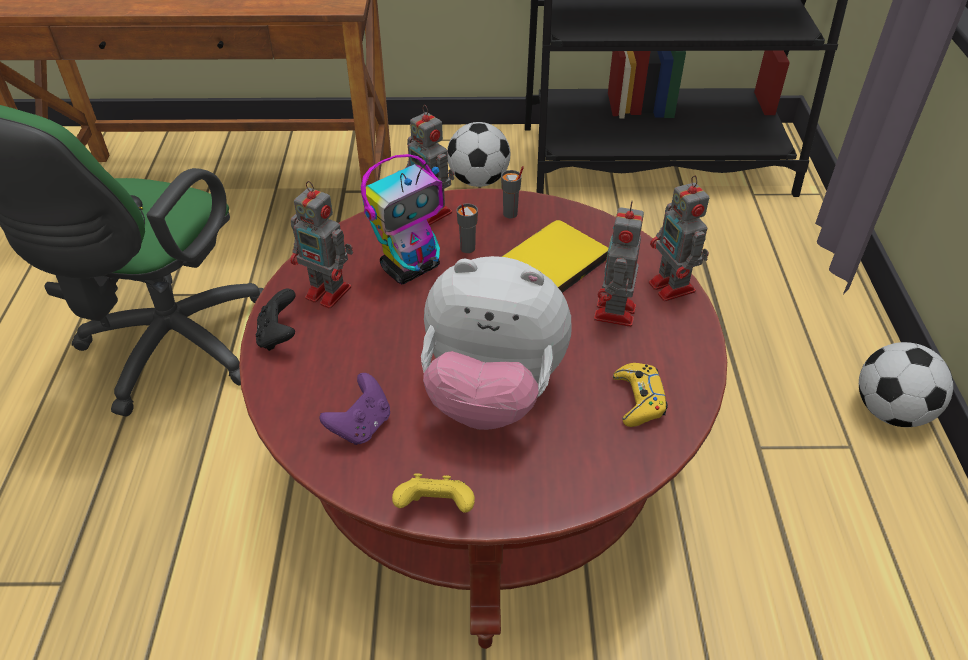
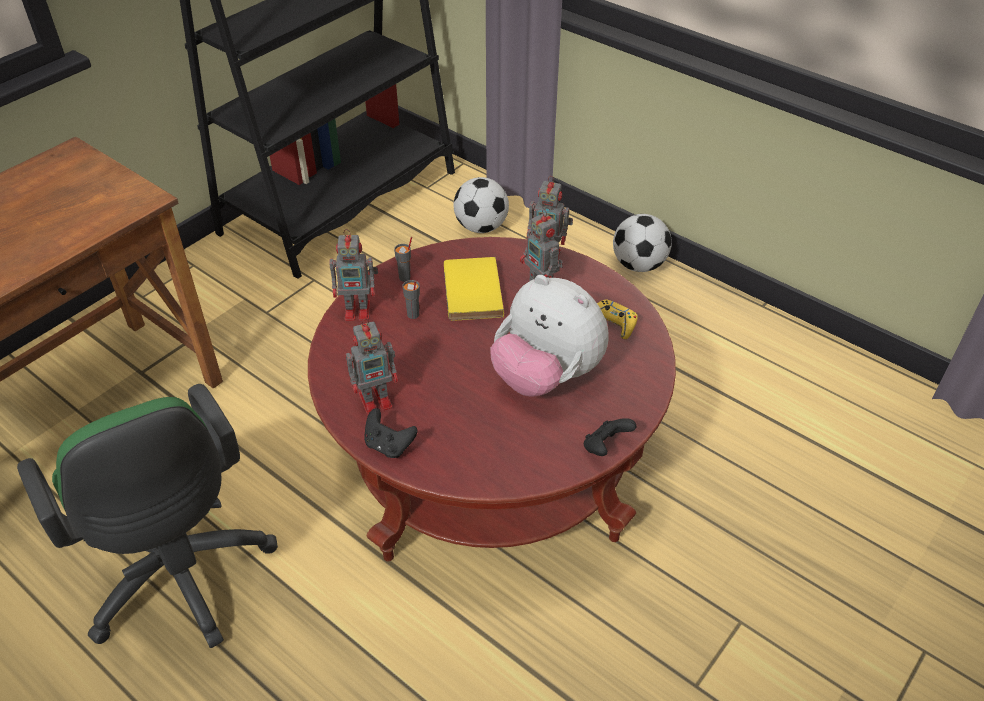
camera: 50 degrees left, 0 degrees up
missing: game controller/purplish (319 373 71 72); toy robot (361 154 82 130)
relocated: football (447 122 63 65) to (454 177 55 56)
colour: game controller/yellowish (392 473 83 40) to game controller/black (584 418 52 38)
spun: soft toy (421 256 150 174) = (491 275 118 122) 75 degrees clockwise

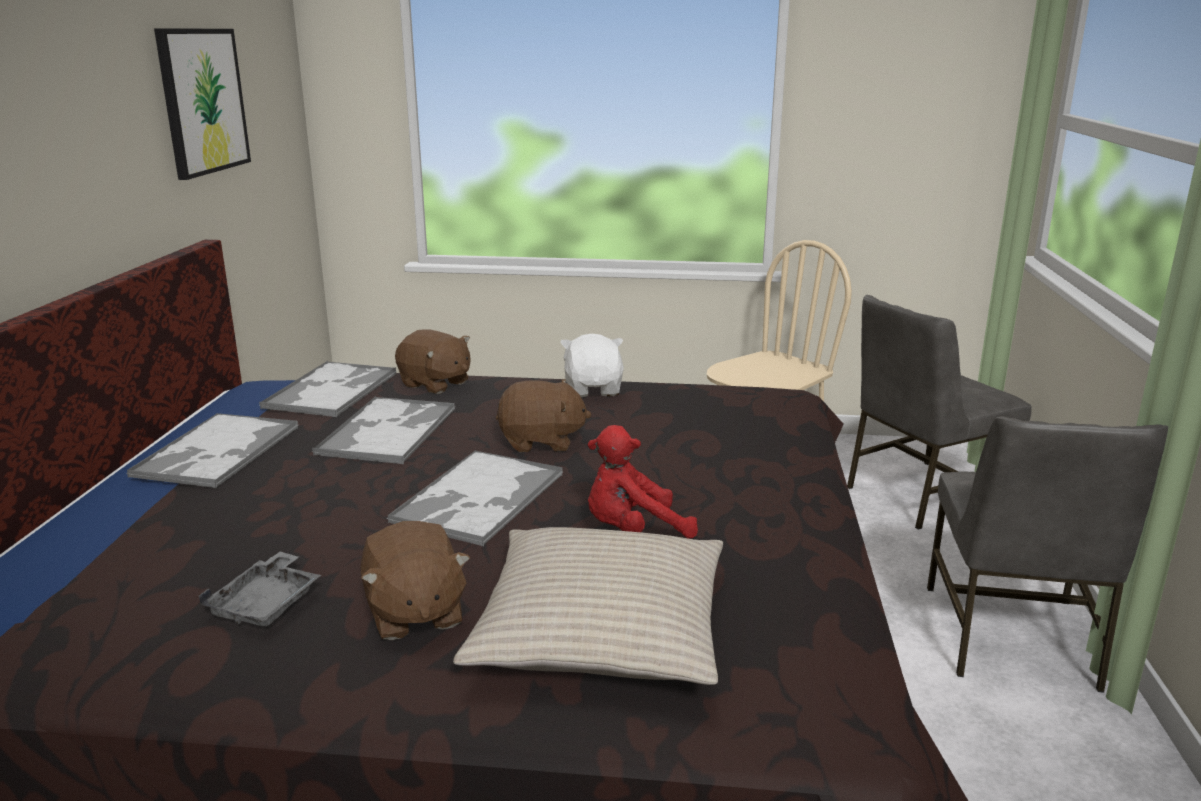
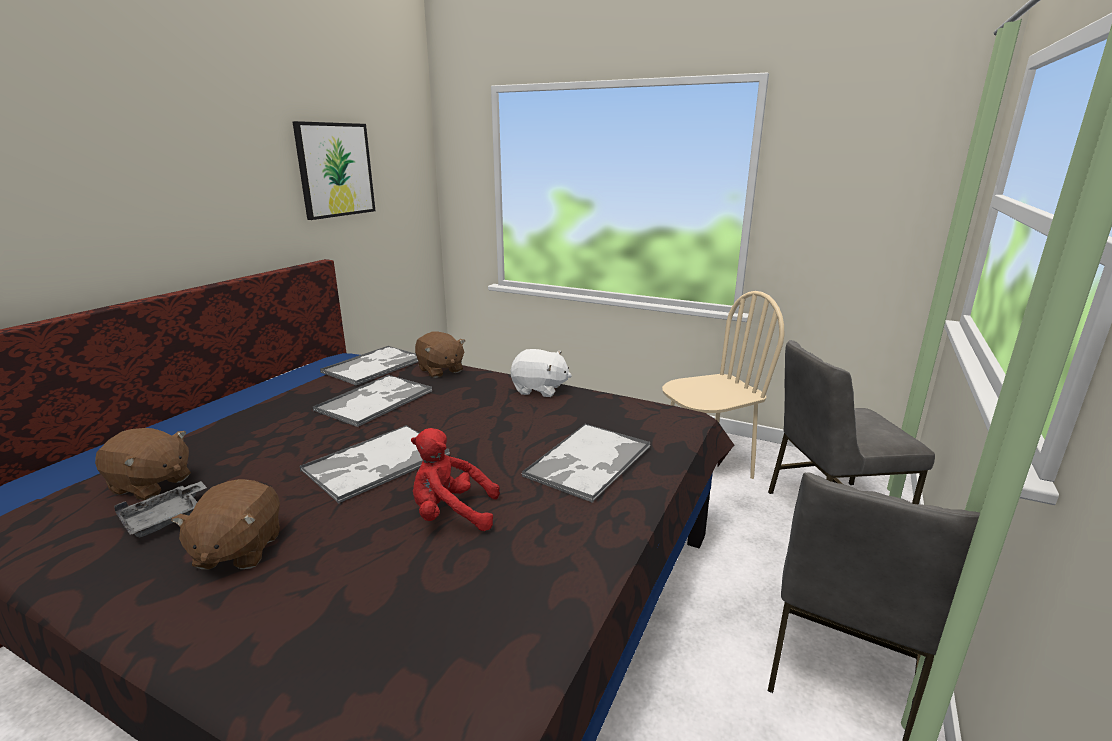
camera: 20 degrees right, 0 degrees up
missing: cushion/sand-coloured (453 527 270 158)
relocated: soft toy/brown (496 379 95 73) to (95 428 96 72); tray (126 413 172 75) to (521 423 130 80)
spun: soft toy/white (560 334 64 63) = (511 349 61 48) 90 degrees clockwise

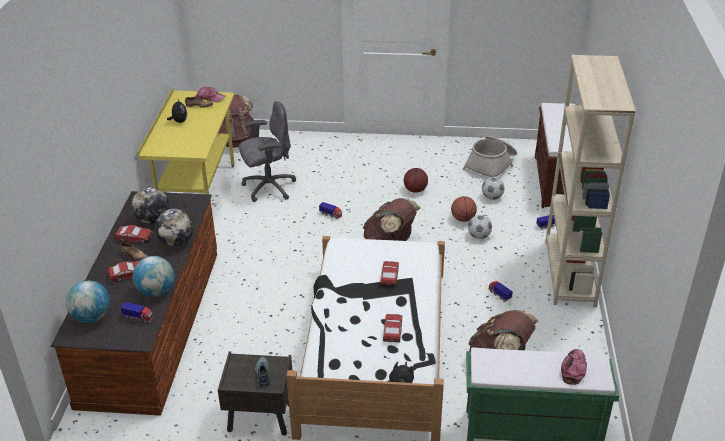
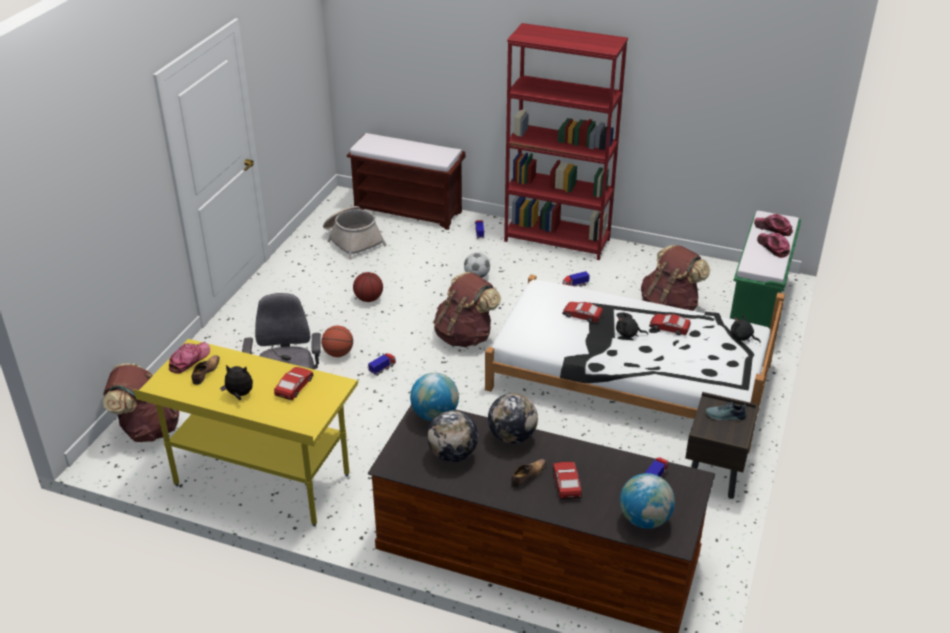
camera: 75 degrees left, 0 degrees up
missing: football (482 177 23 23)
appeared: soft toy/black (616 312 32 26); peaked cap (757 233 33 25)
relocated: miniature car (115 225 38 19) to (274 367 39 33); ball for basketball (451 196 26 26) to (322 326 31 31); desk globe (133 256 41 41) to (410 373 49 48)
colour: bookshelf/sand-coloured (545 55 91 252) to bookshelf/reddish (504 23 124 237)

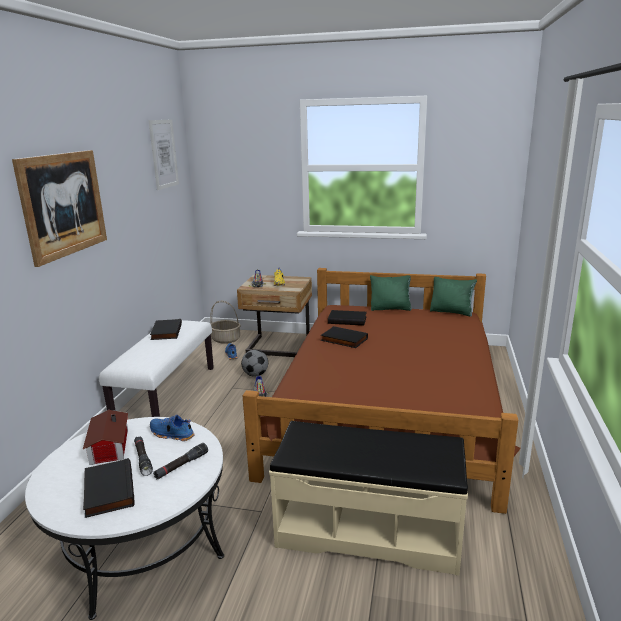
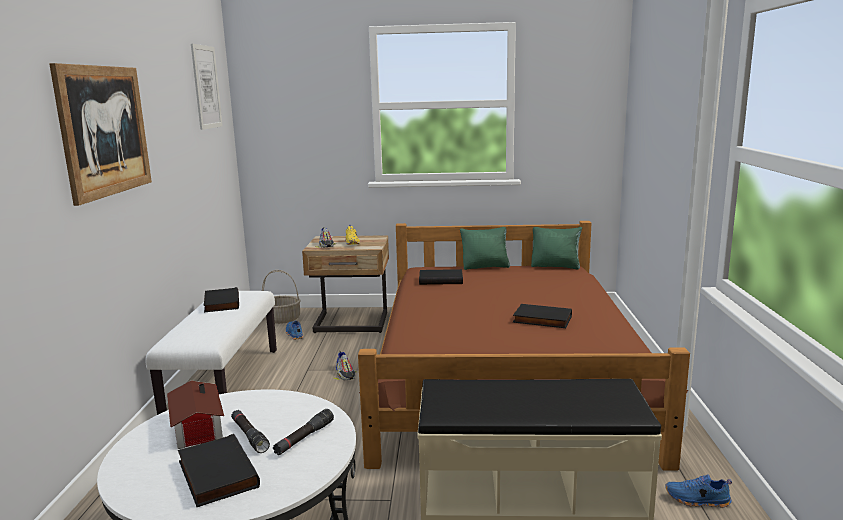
camera: 10 degrees left, 5 degrees down
missing: football (241 350 27 27)
relocated: bound book/black (321 326 47 22) to (513 304 59 24); low shoe/blue (150 415 45 26) to (665 474 67 34)

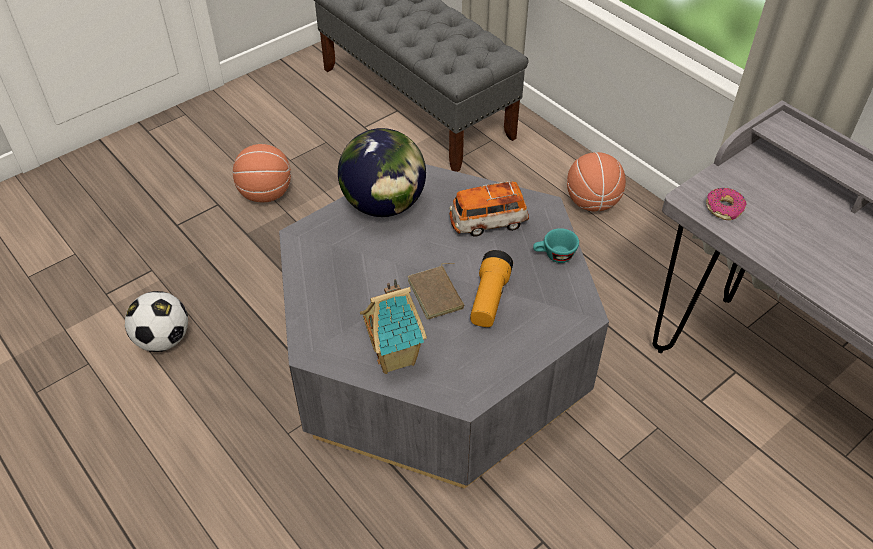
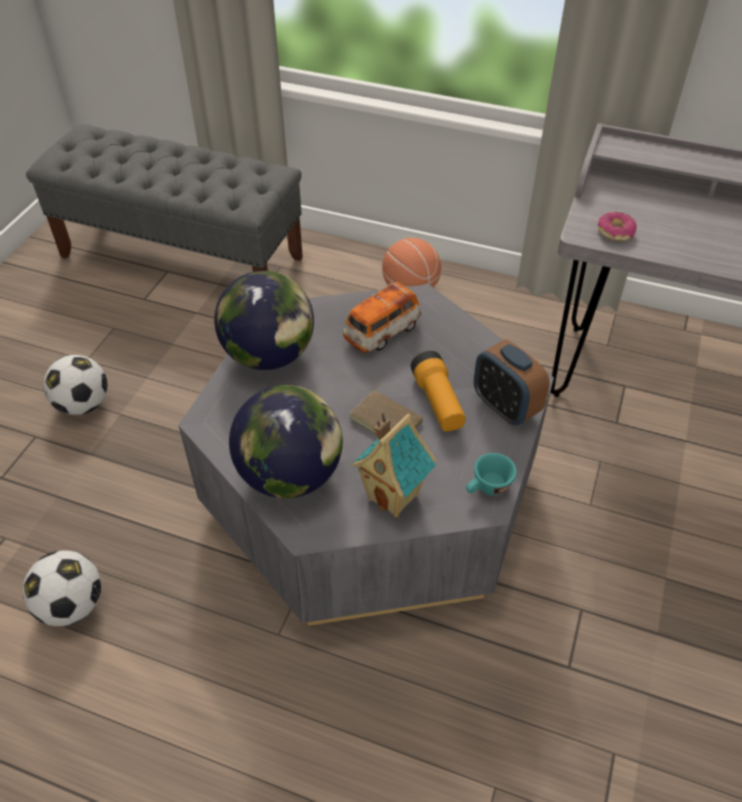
camera: 30 degrees left, 0 degrees up
appeared: desk globe (229 385 114 113); alarm clock (474 340 76 86)
relocated: small cup/turquoise (533 228 46 35) to (466 453 51 43)
exchanged: ball for basketball (233 144 58 59) to football (43 355 65 60)

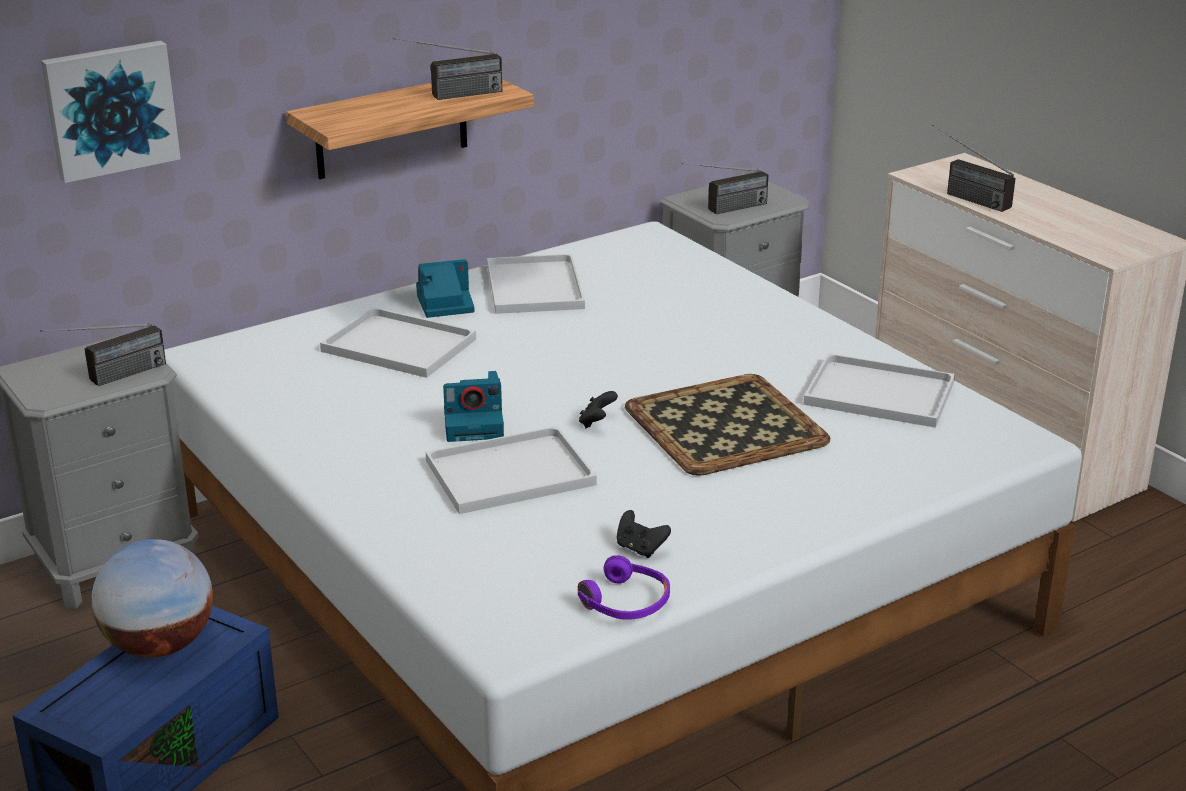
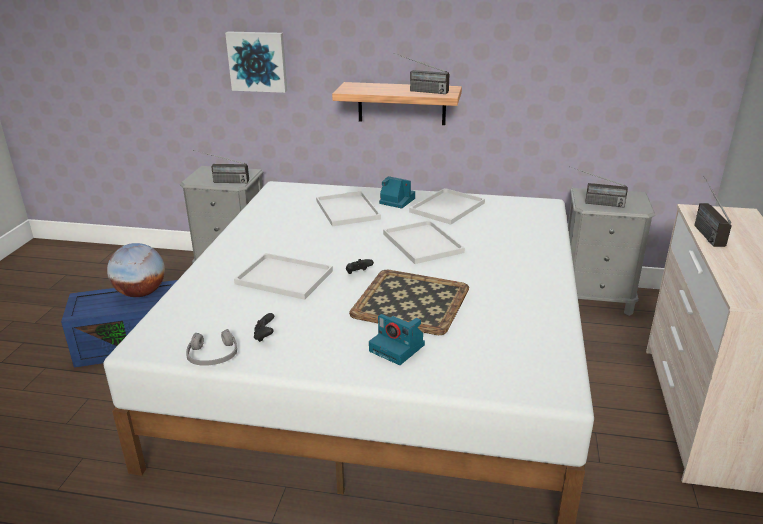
camera: 45 degrees right, 0 degrees up
relocated: still camera (443 371 61 71) to (369 314 56 51); tray/white (803 353 152 75) to (383 220 82 44)
colour: headphones/purplish (578 555 92 65) to headphones/greyish (186 329 51 37)

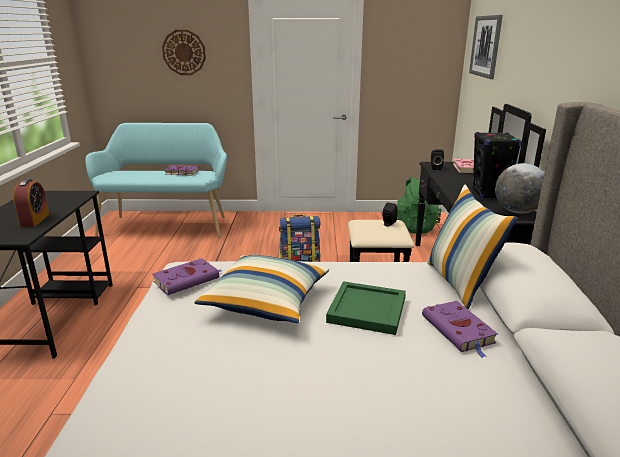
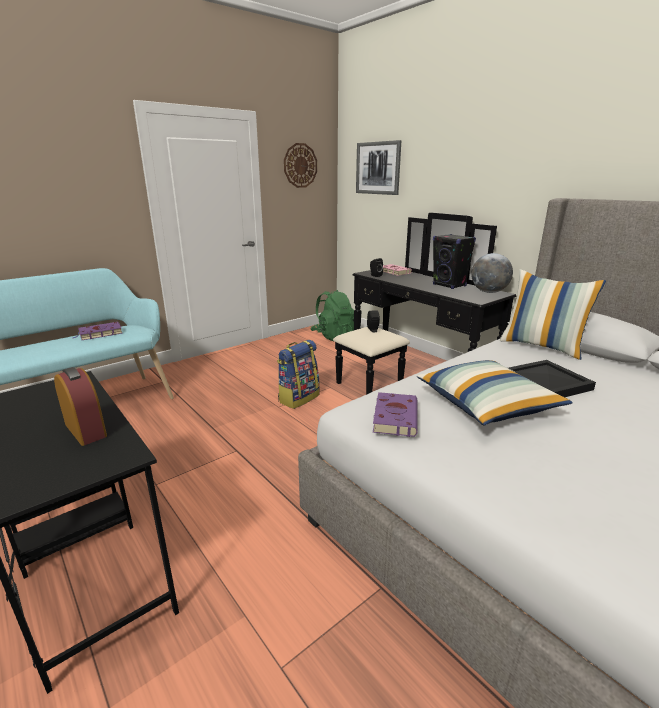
camera: 40 degrees left, 0 degrees up
missing: bound book/purplish (422 301 76 57)
relocated: wall clock (162 30 44 45) to (284 143 33 45)
colour: tray/green-coloured (326 281 80 54) to tray/black (508 360 88 37)

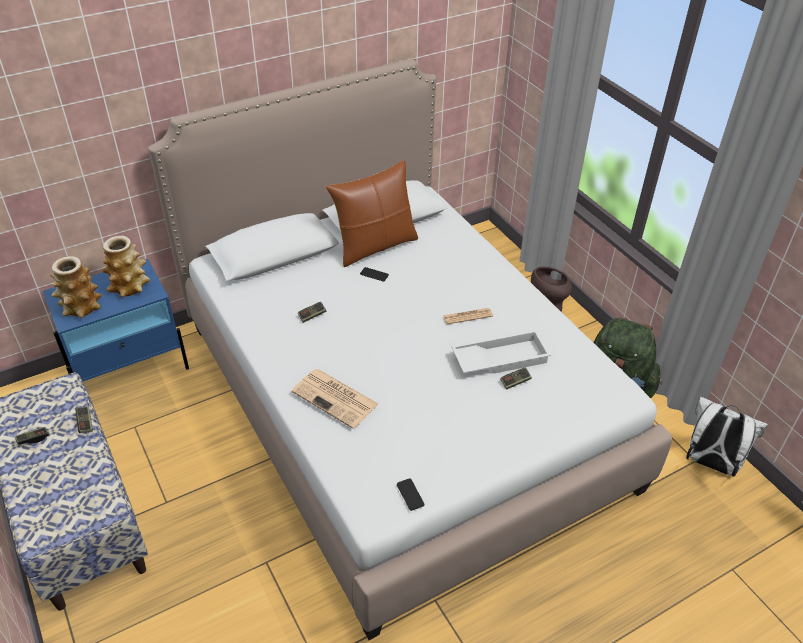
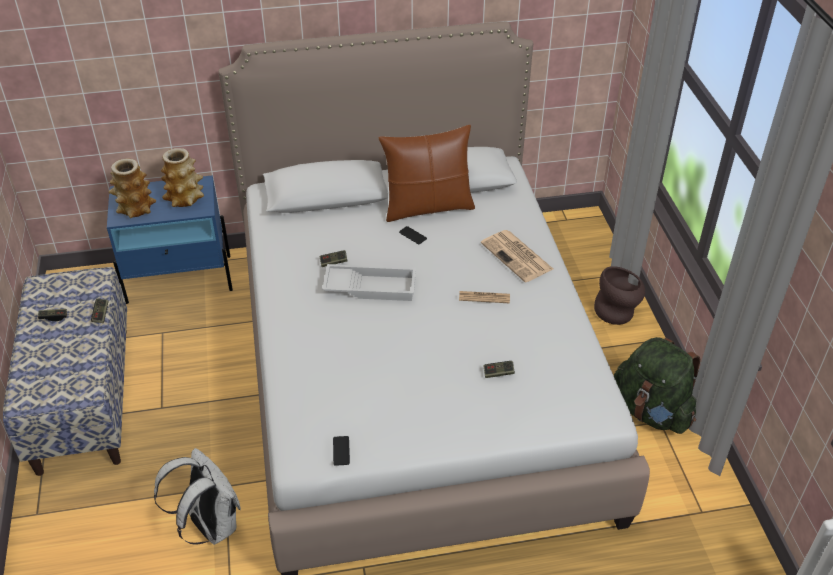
camera: 20 degrees right, 0 degrees up
relocated: knapsack/white (686 397 82 80) to (154 448 87 97); tray/white (451 330 100 43) to (322 264 94 37); daily paper (292 369 86 60) to (481 230 72 52)

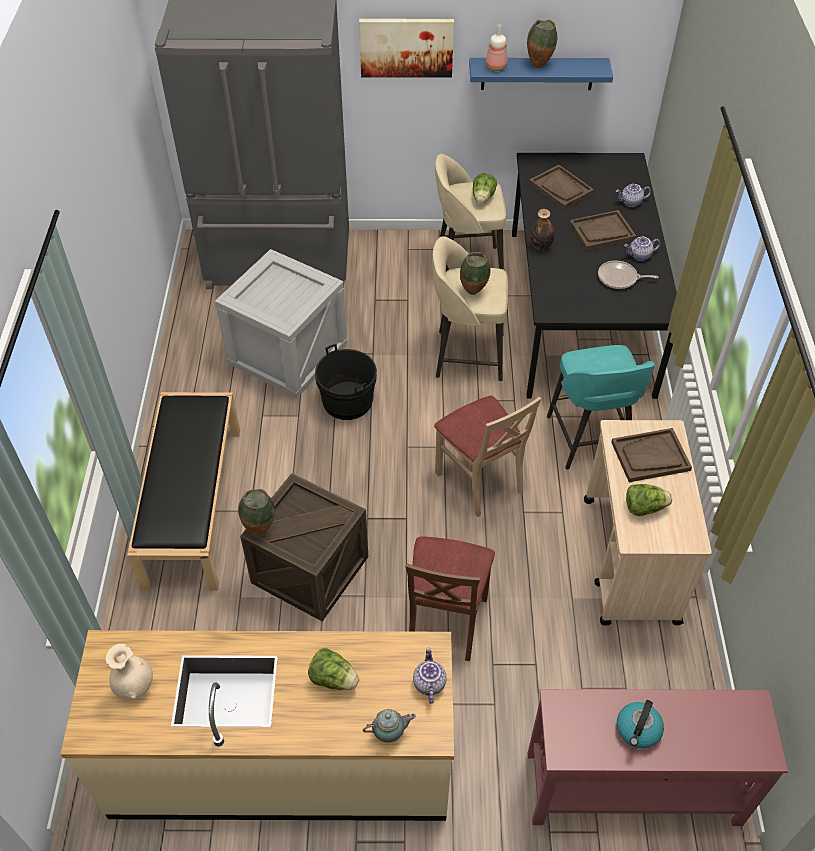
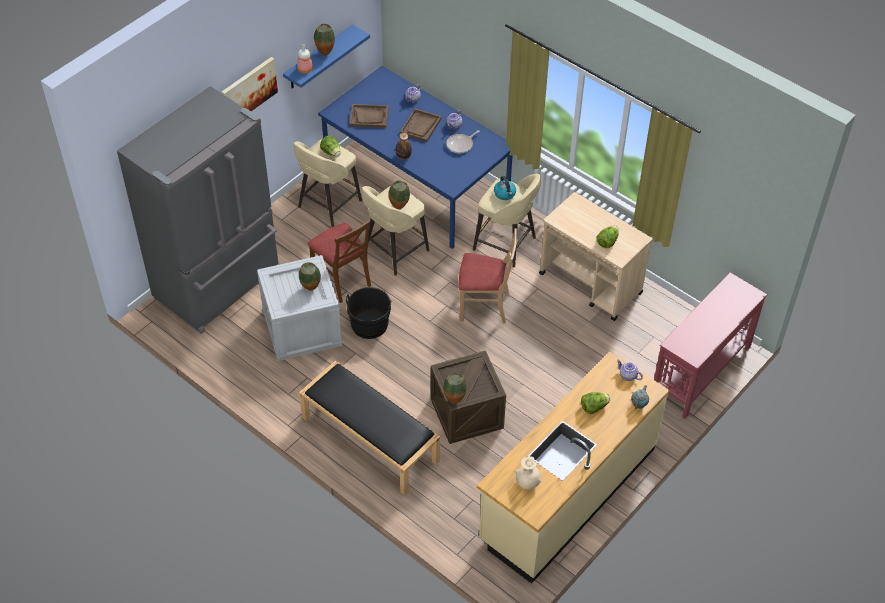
camera: 50 degrees left, 0 degrees up
missing: tray/brown (611 428 81 54)
appeared: decorative vase (299 262 22 29)
relocated: plain chair/brown (406 536 89 125) to (308 220 63 83); tea kettle (617 700 47 49) to (494 176 22 24)
colour: kitchen table/black (512 153 165 246) to kitchen table/blue (318 66 195 183); stool seat/turquoise (547 345 108 125) to stool seat/sand-coloured (473 174 68 94)

